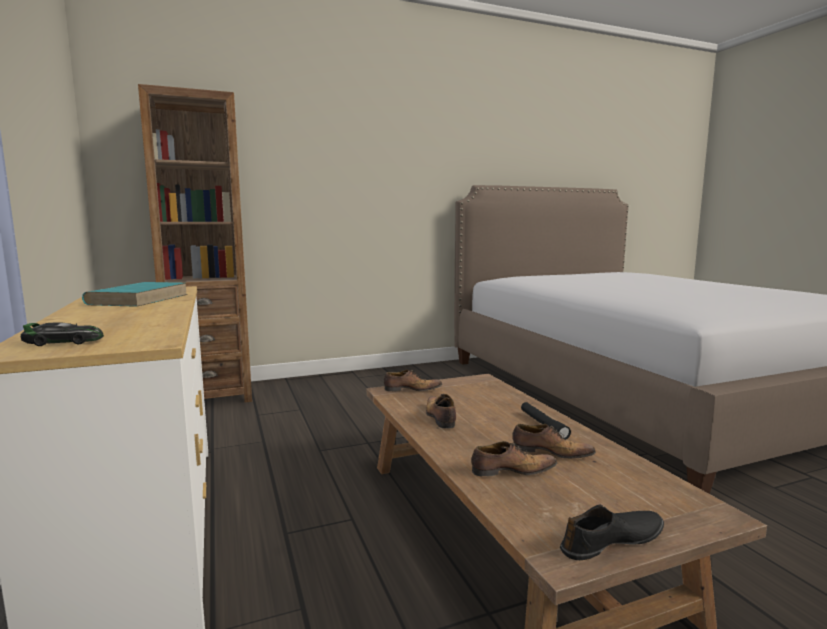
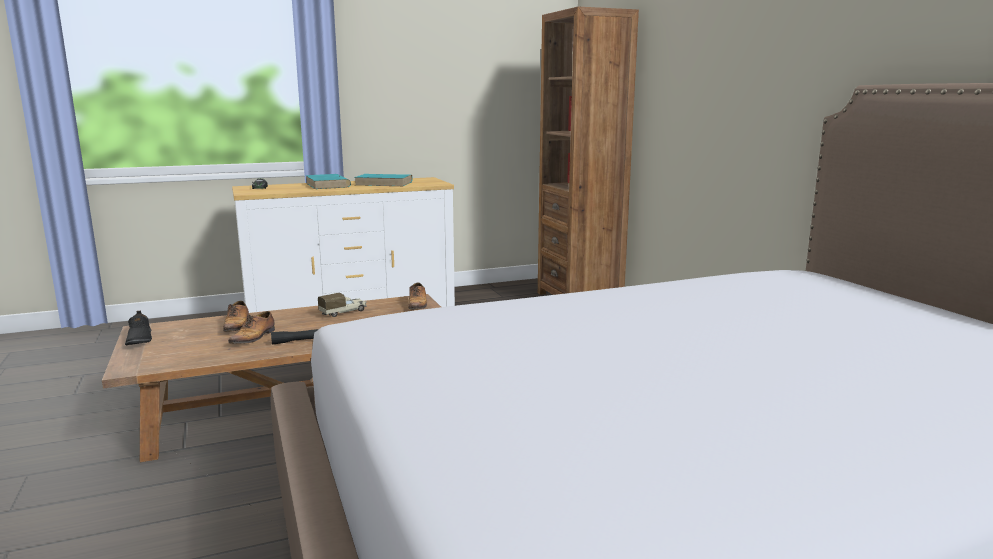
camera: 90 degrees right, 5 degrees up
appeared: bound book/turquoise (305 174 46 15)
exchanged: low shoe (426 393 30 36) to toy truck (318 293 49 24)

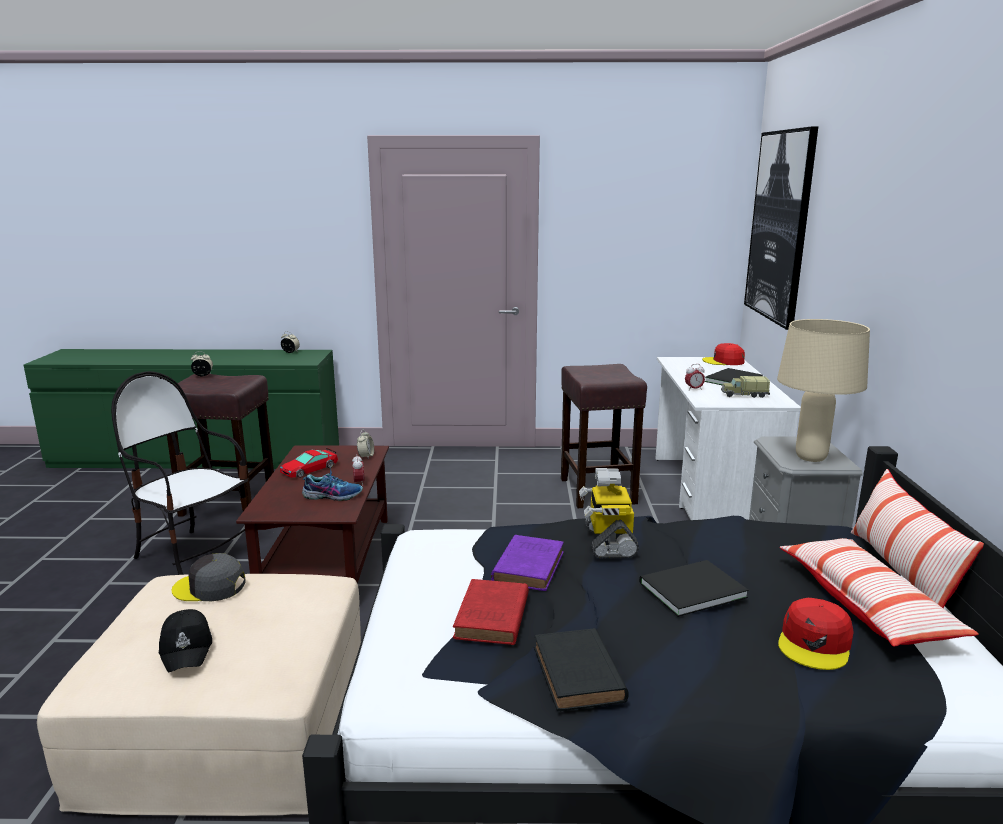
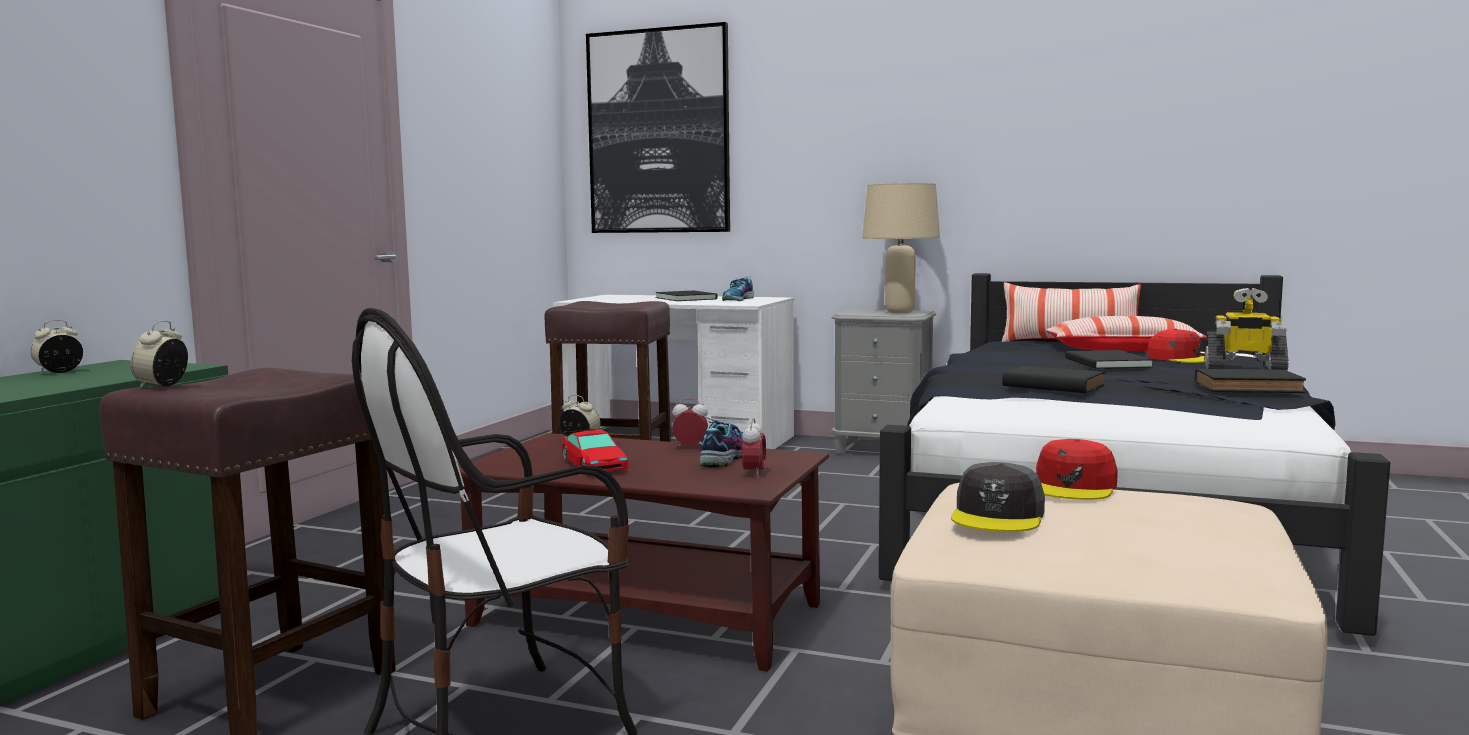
camera: 70 degrees left, 10 degrees down
missing: peaked cap/black (159 609 53 63); bound book/reddish (453 579 76 66)
relocated: alarm clock (685 364 20 27) to (742 418 24 60); peaked cap/reddish (702 343 43 22) to (1036 439 82 61); toy robot (579 468 60 91) to (1204 288 84 83)
exchanged: toy truck (721 376 49 22) to low shoe (722 276 32 25)
colour: bound book/purplish (491 535 73 56) to bound book/black (1002 366 103 27)

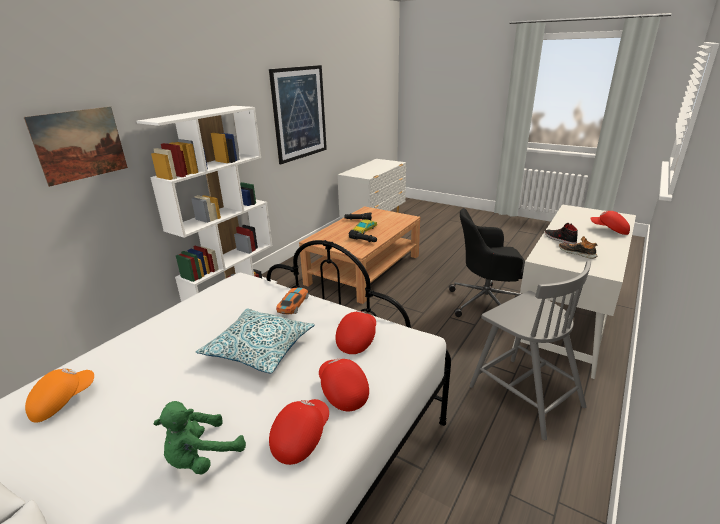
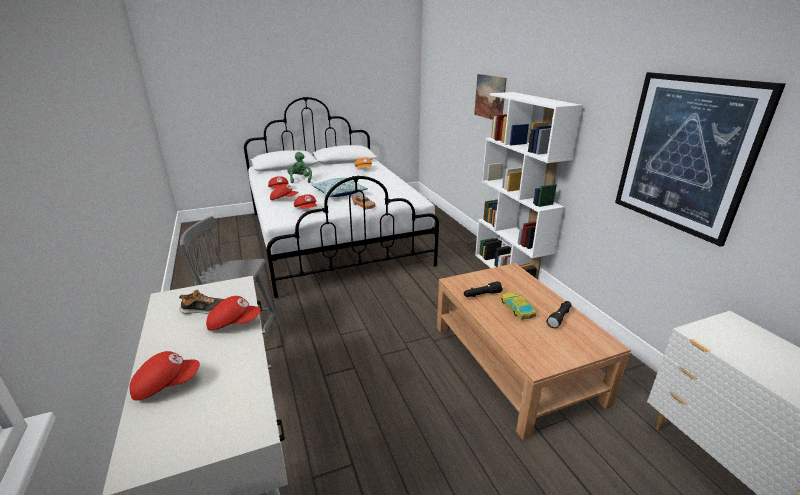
camera: 125 degrees right, 0 degrees up
missing: computer chair/black (449 208 76 109)
exchanged: low shoe/black (545 223 33 21) to peaked cap/reddish (206 296 55 34)

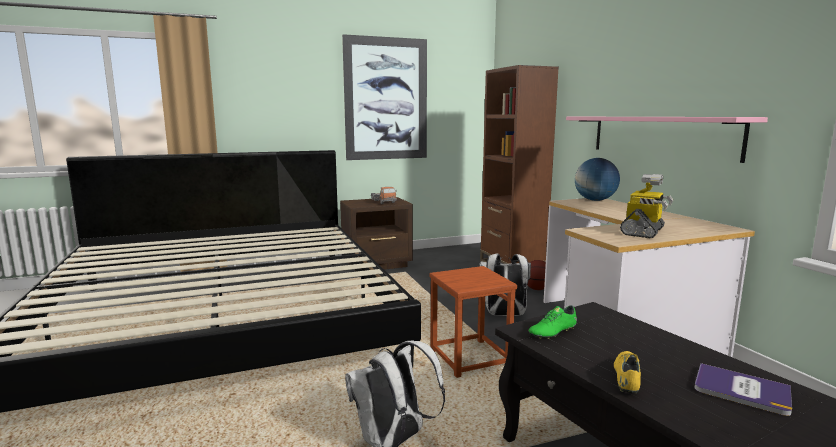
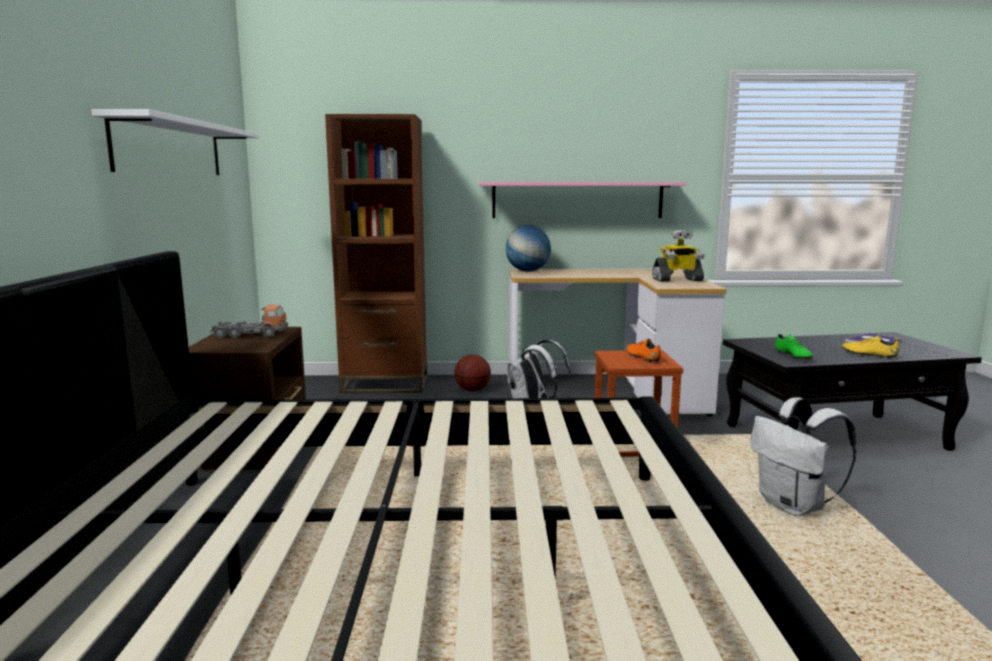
camera: 70 degrees left, 0 degrees up
appeared: low shoe/orange-coloured (627 339 34 24)
exchanged: wall picture (342 34 85 126) to wall shelf/white (91 109 169 66)
spun: toy robot (620 174 54 64) = (652 230 53 52) 120 degrees clockwise

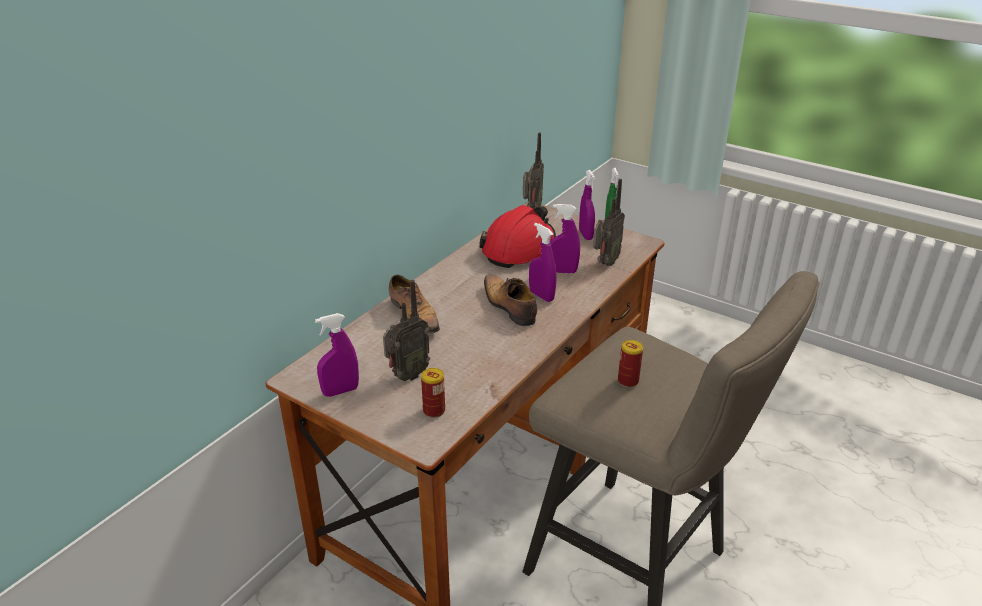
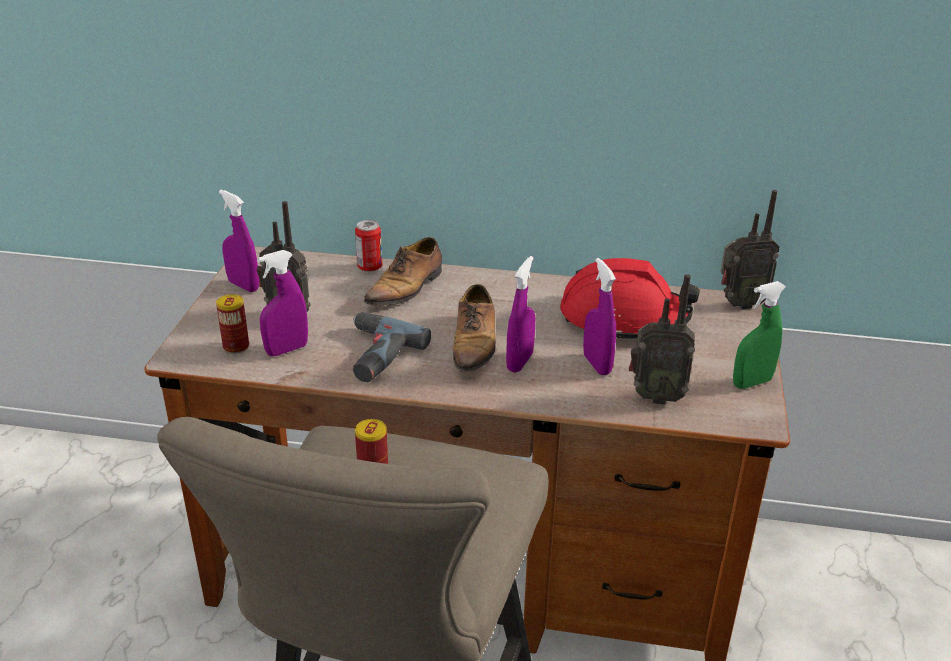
camera: 65 degrees right, 0 degrees up
appeared: drill (353 312 78 70); can (355 220 27 52)
relocated: hand sprayer/purplish (579 170 16 70) to (258 250 50 106)
spun: low shoe (484 274 53 52) = (453 284 43 88) 150 degrees clockwise

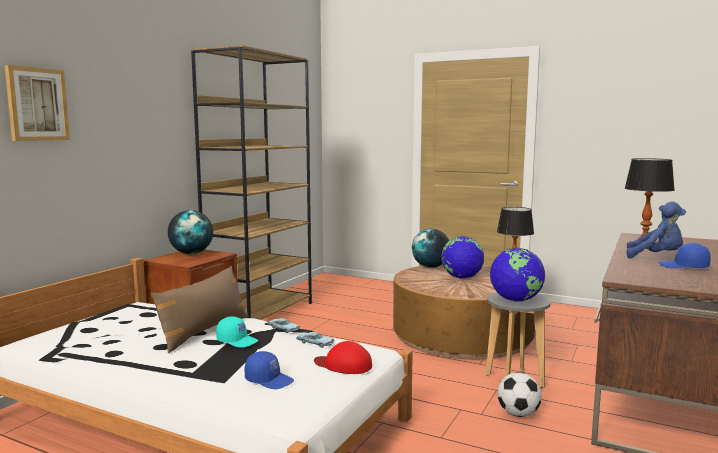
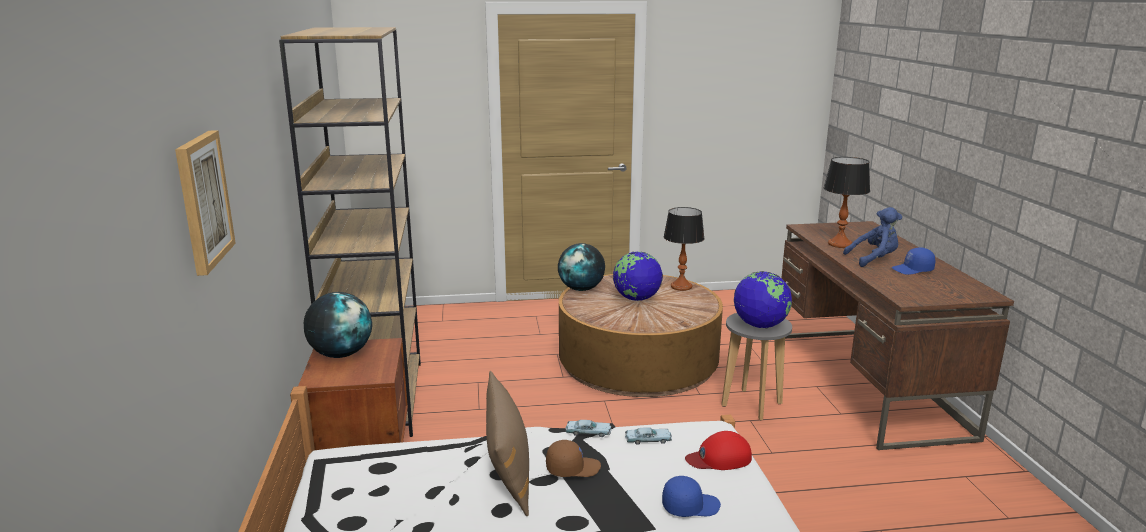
camera: 35 degrees left, 10 degrees up
missing: football (497 372 45 45)
colour: peaked cap/turquoise (216 316 42 32) to peaked cap/brown (546 440 55 37)

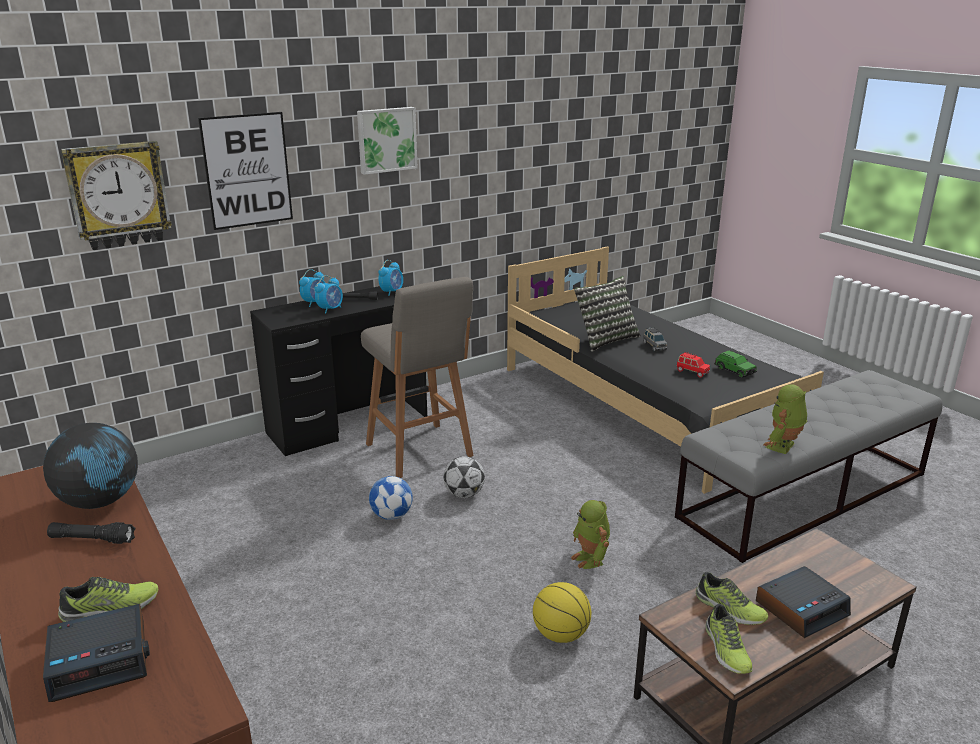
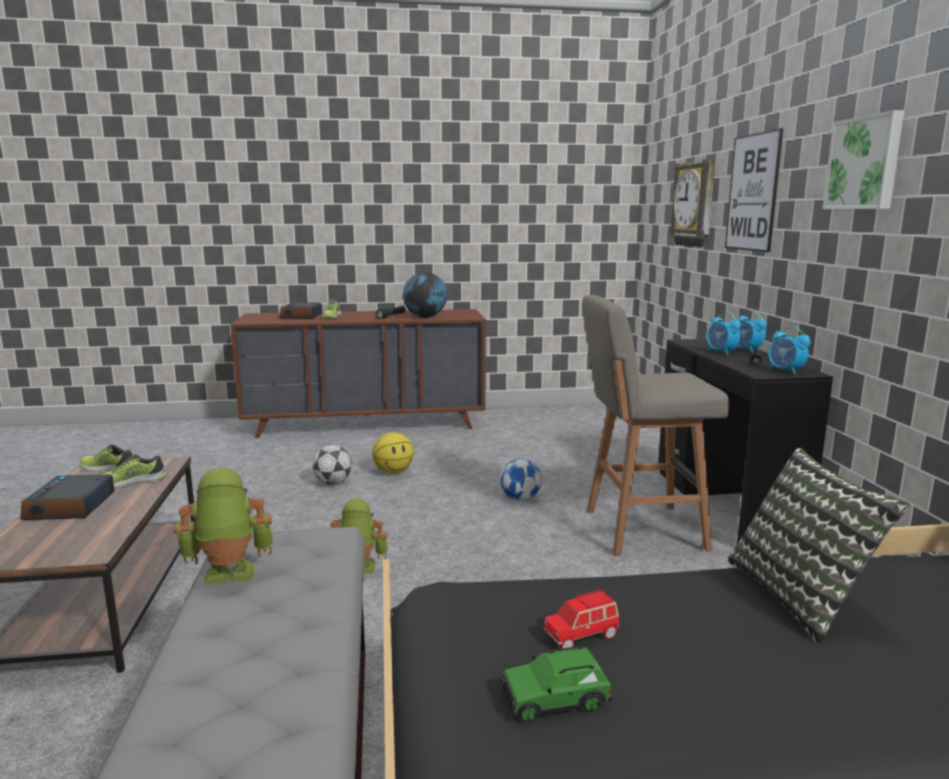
camera: 115 degrees right, 10 degrees down
missing: miniature car/greyish (643 327 24 25)
relocated: football (443 456 42 42) to (312 445 40 40); ball for basketball (533 582 58 61) to (372 432 42 42)
spun: toy robot (763 384 44 70) = (174 467 99 119) 75 degrees counterclockwise

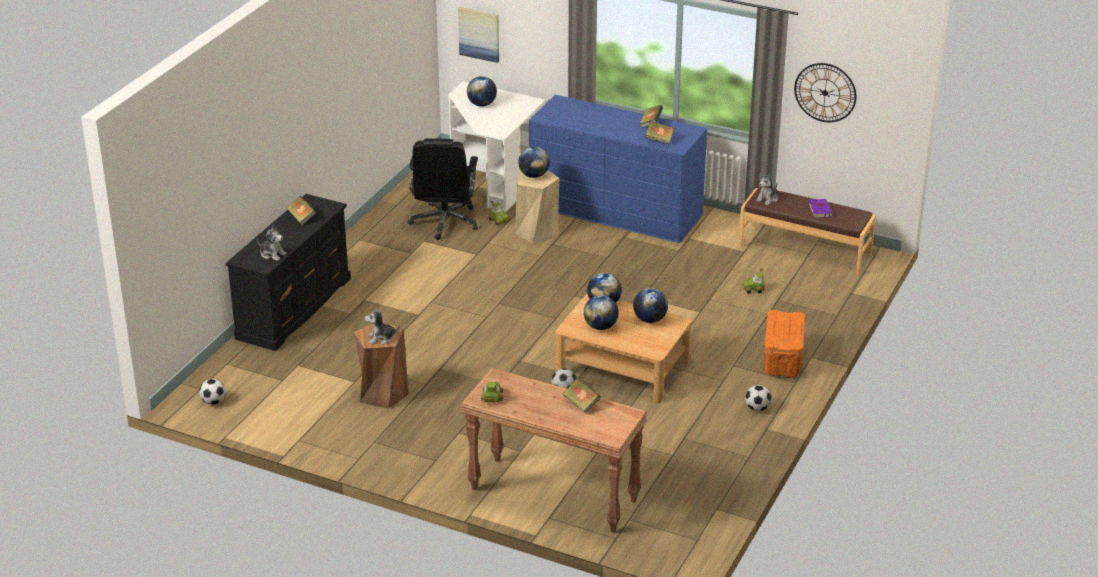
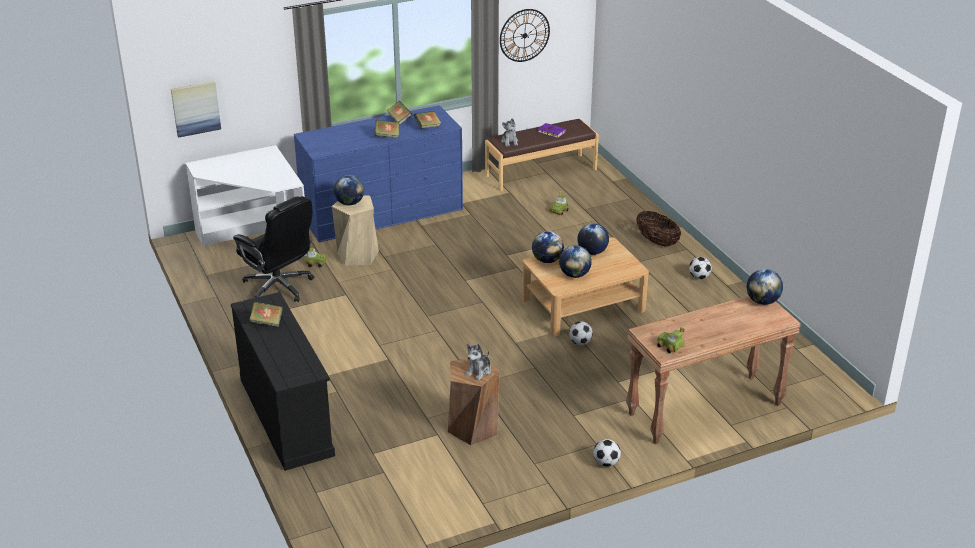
camera: 50 degrees left, 0 degrees up
missing: soft toy (257 225 29 36)
relocated: bound book (562 378 39 35) to (374 120 25 19); football (199 379 27 26) to (593 439 28 28); desk globe (467 76 30 31) to (747 269 36 36)
exchanged: storage box/orange-coloured (764 310 41 68) to storage basket (636 211 45 36)

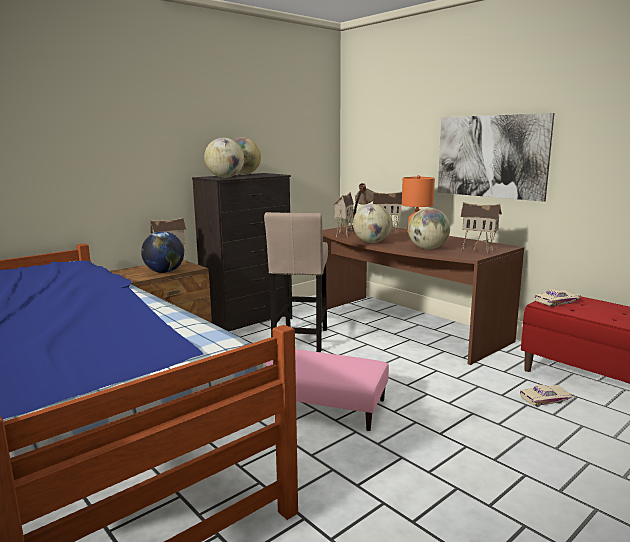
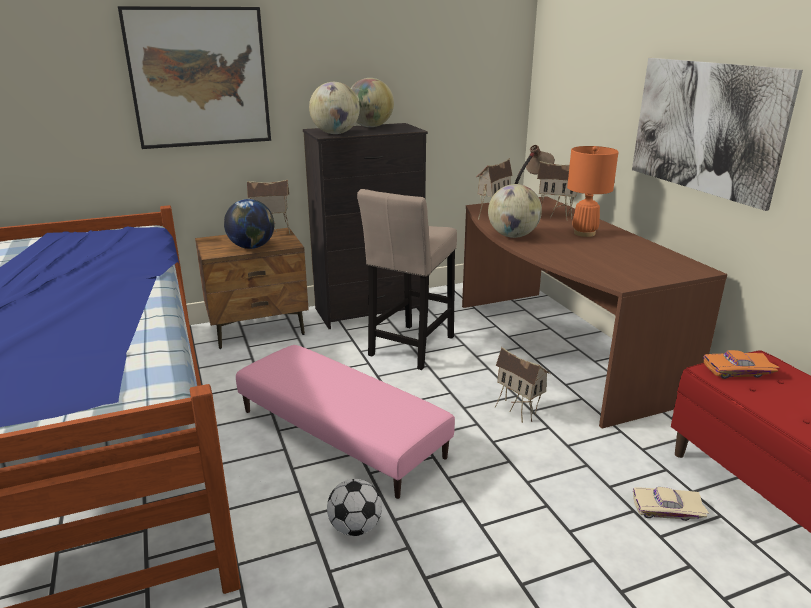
camera: 20 degrees right, 10 degrees up
missing: desk globe (408 208 42 41)
appeared: wall picture (118 6 153 143); football (327 479 55 57)
relocated: toy house (461 202 41 52) to (495 347 56 76)
colour: miniature car/sand-coloured (535 289 46 18) to miniature car/orange-coloured (703 350 77 29)

